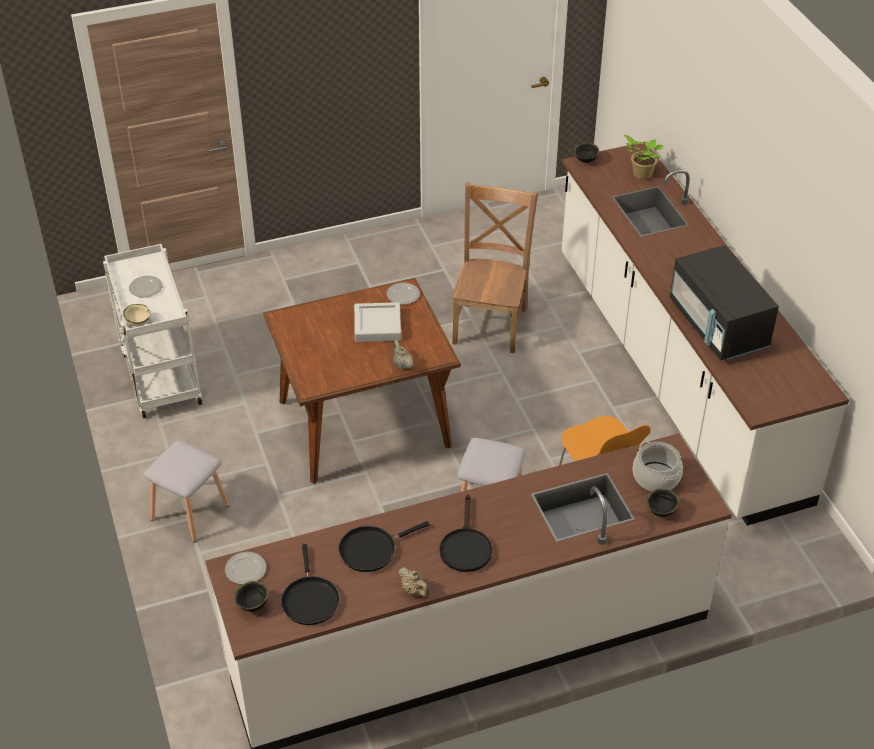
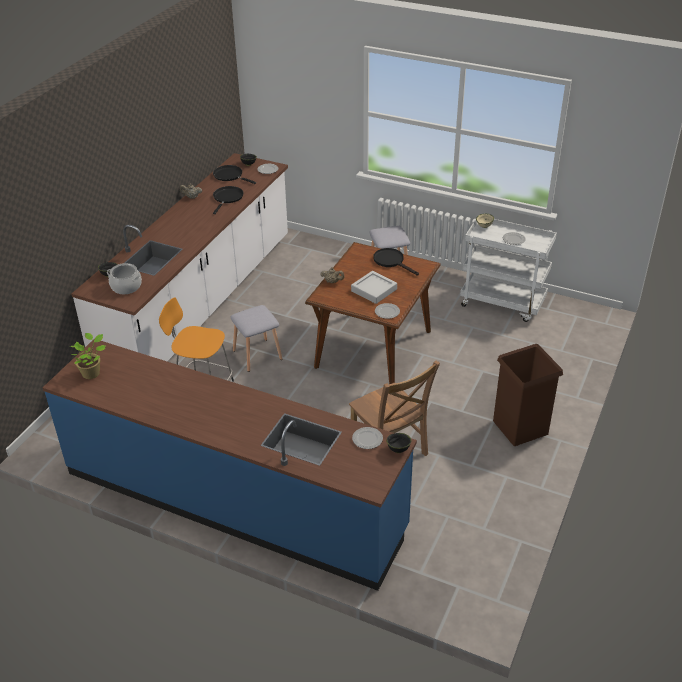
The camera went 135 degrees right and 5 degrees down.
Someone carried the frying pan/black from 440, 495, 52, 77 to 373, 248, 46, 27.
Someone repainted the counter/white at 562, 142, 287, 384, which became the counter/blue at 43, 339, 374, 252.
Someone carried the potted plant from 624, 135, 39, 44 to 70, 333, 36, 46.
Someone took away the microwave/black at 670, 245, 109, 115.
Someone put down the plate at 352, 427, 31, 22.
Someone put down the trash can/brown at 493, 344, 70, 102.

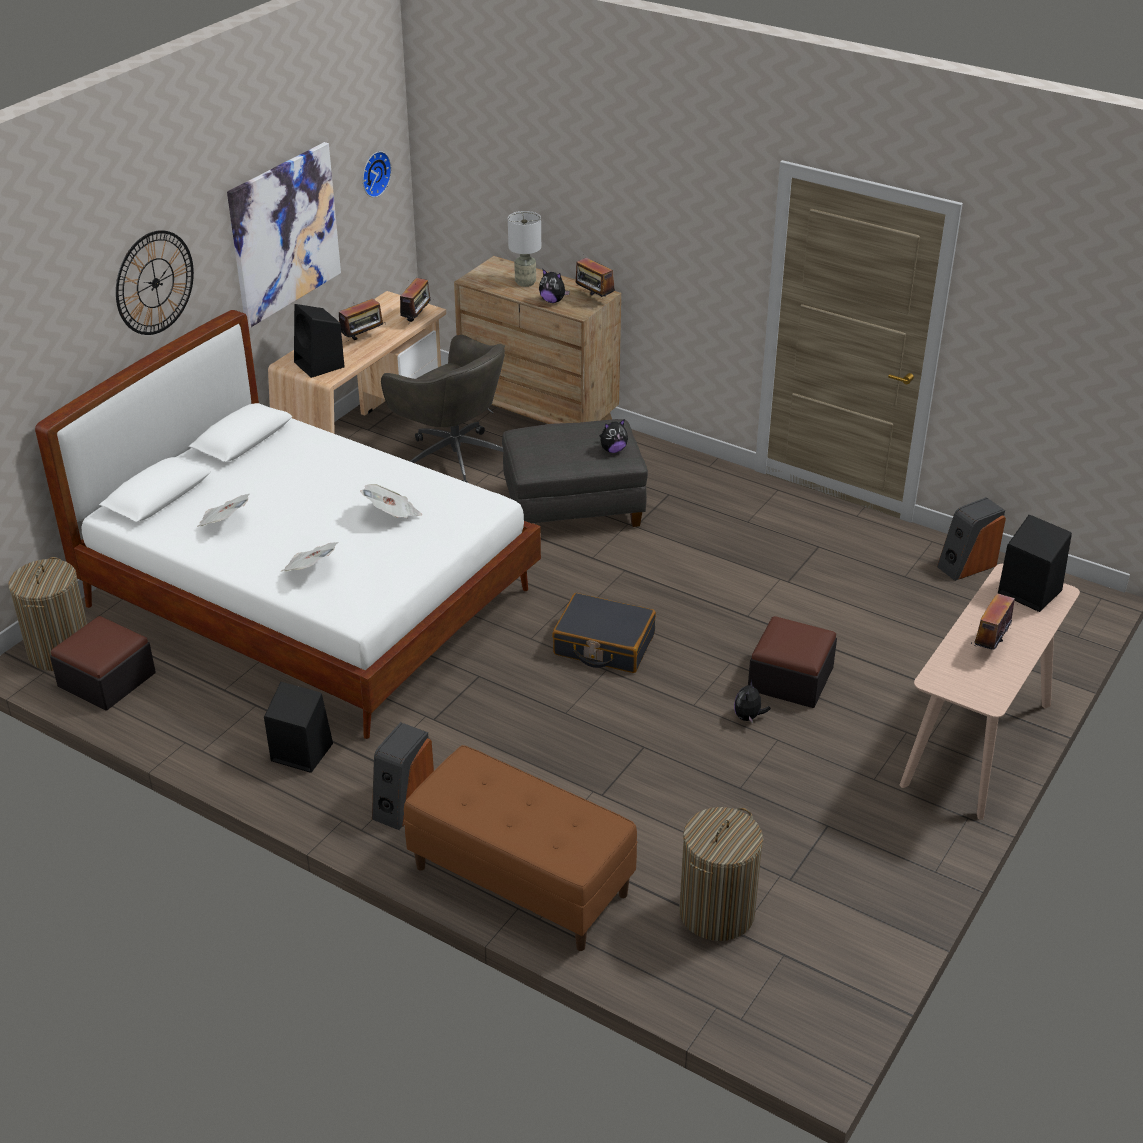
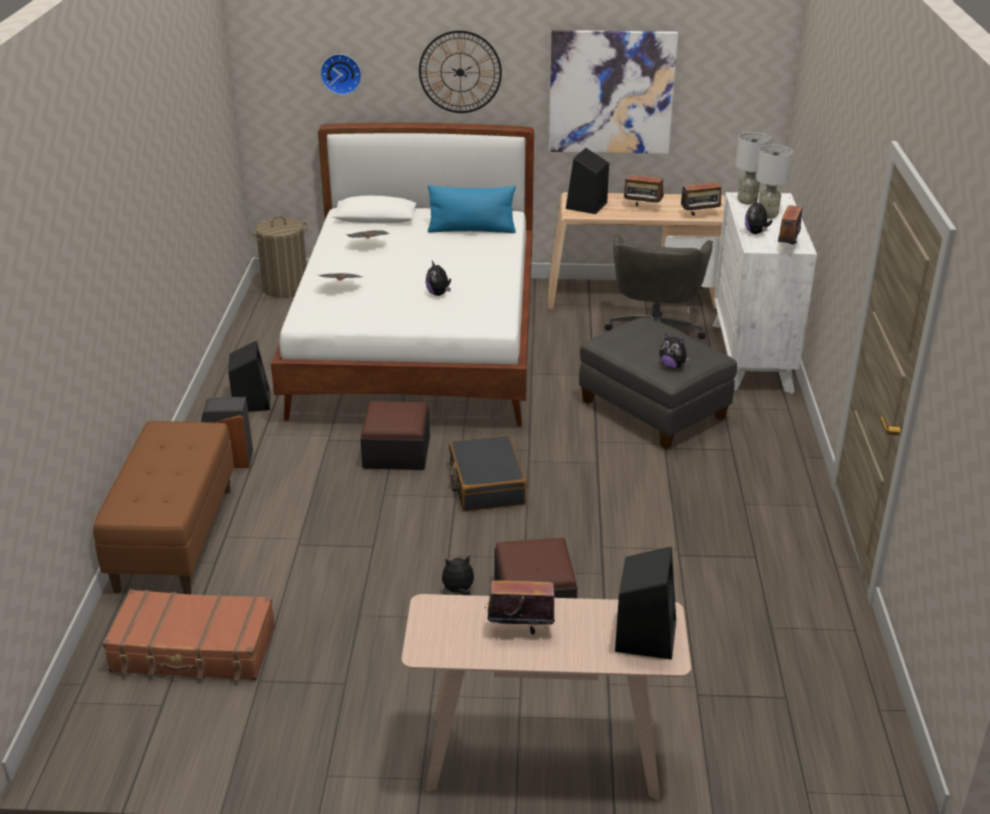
The camera went 60 degrees right and 5 degrees down.
Someone carried the ottoman from 50, 616, 106, 95 to 360, 401, 70, 69.
Someone swapped the newspaper at 360, 484, 62, 34 for the plush toy at 425, 261, 26, 35.
Someone carried the wall clock from 363, 151, 29, 47 to 320, 54, 42, 41.
Someone repainted the dresser/brown at 454, 256, 167, 168, which became the dresser/white at 712, 192, 105, 202.
Someone swapped the laundry basket at 679, 807, 84, 134 for the suitcase/brown at 102, 589, 173, 92.
Someone took away the speaker at 937, 497, 69, 84.
Someone put down the pillow/blue at 428, 185, 88, 48.
Someone put down the table lamp/grey at 736, 132, 35, 73.

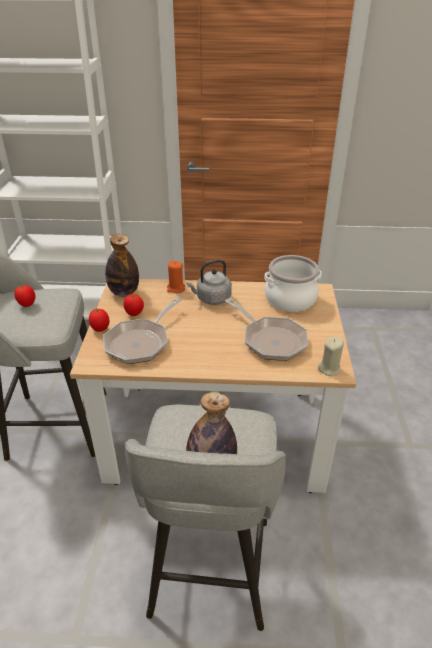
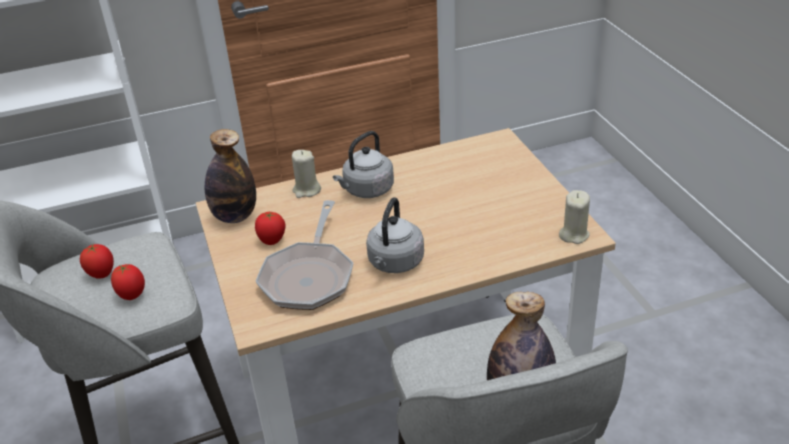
The camera went 20 degrees left and 0 degrees up.
Someone carried the tomato from 89, 309, 21, 23 to 111, 264, 34, 36.
Someone repainted the candle/orange at 167, 261, 18, 32, which became the candle/beige at 292, 150, 29, 48.
Someone took away the frying pan at 225, 298, 83, 63.
Someone took away the cooking pot at 264, 255, 58, 57.
Someone put down the kettle/grey at 366, 197, 58, 76.

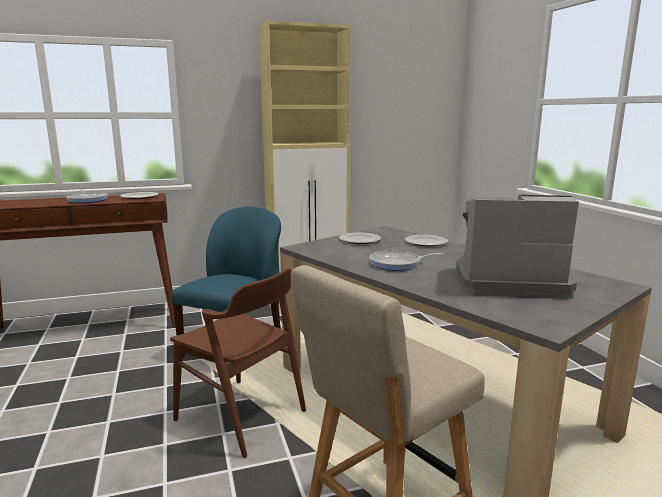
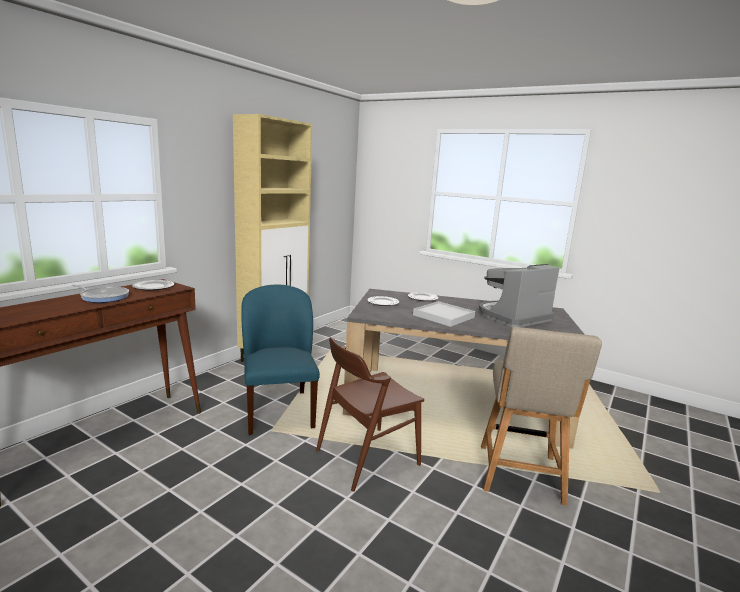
The camera went 40 degrees left and 0 degrees up.
Someone rotated the chair/brown at 170, 268, 136, 190 by 150 degrees clockwise.
Someone swapped the frying pan at 369, 251, 74, 20 for the tray/white at 413, 301, 62, 26.

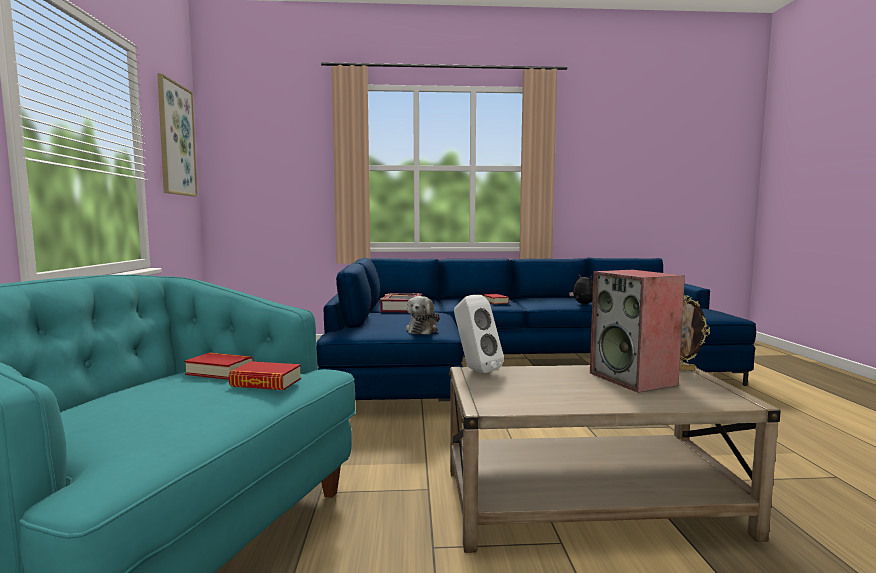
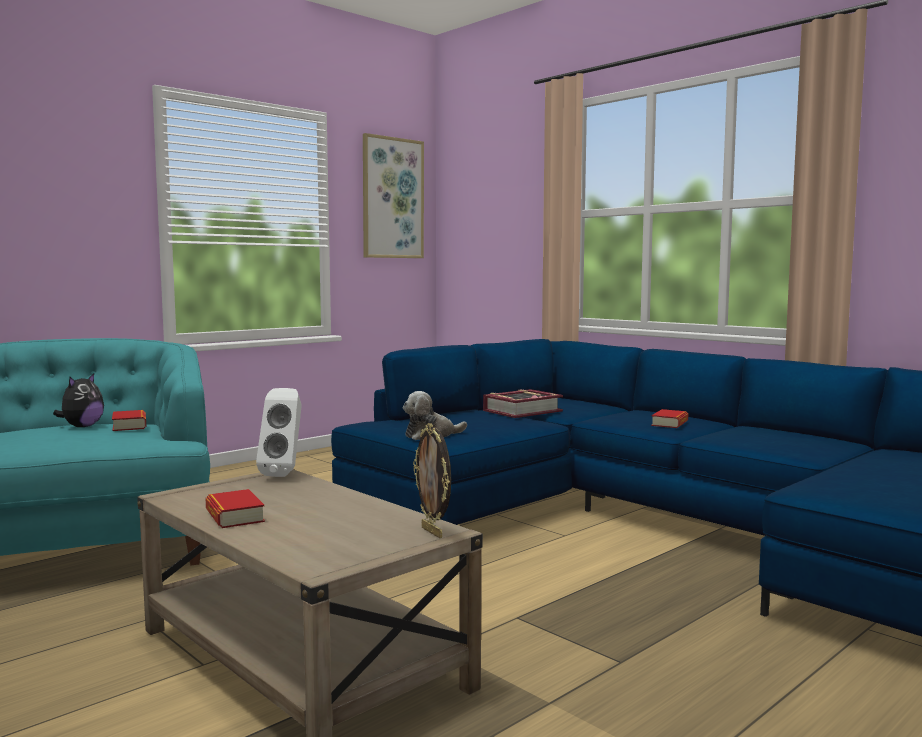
The camera went 50 degrees right and 0 degrees up.
Someone carried the book from 229, 361, 72, 29 to 206, 489, 59, 39.
Someone carried the plush toy from 569, 275, 24, 29 to 53, 373, 51, 54.
Someone took away the speaker at 590, 270, 95, 123.

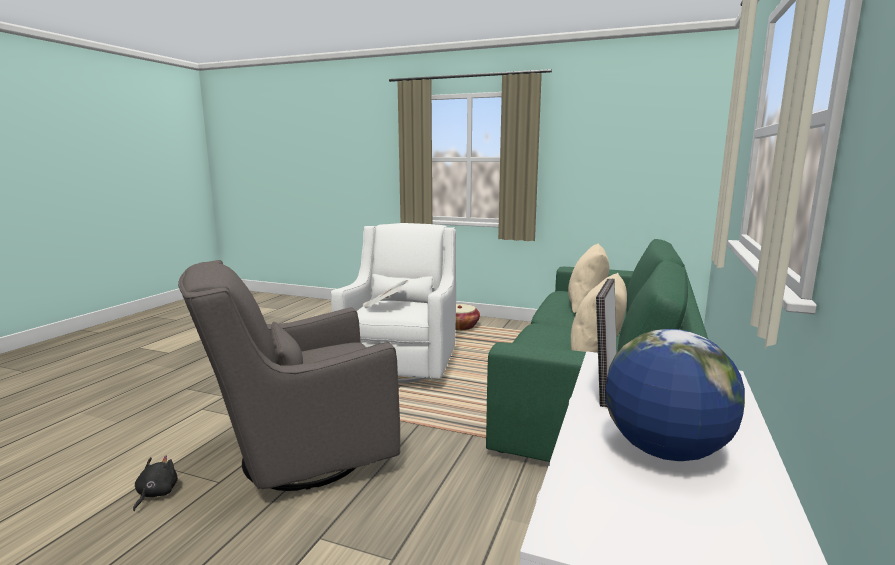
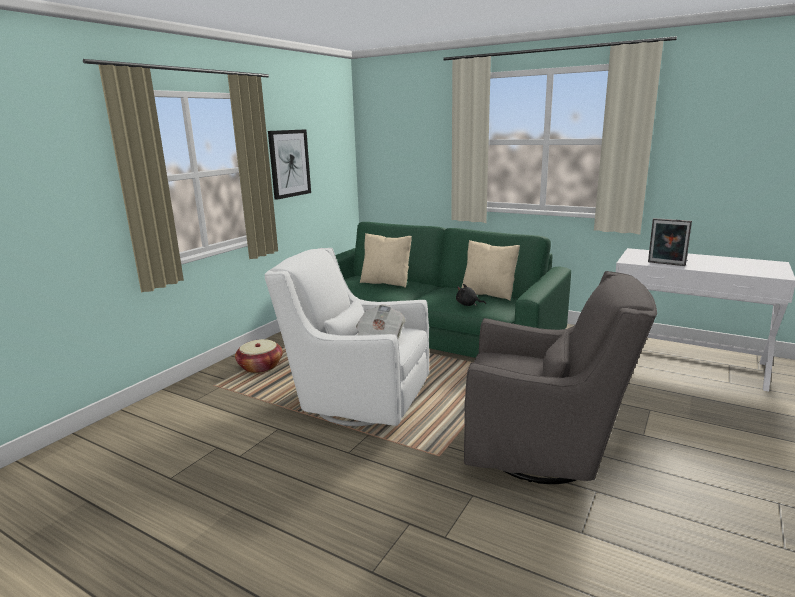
The camera went 80 degrees left and 5 degrees up.
Someone carried the plush toy/black from 133, 456, 45, 55 to 456, 284, 30, 22.
Someone rotated the armchair/grey at 178, 260, 222, 231 by 60 degrees counterclockwise.
Someone took away the globe at 605, 329, 140, 132.
Someone put up the picture at 268, 129, 43, 71.

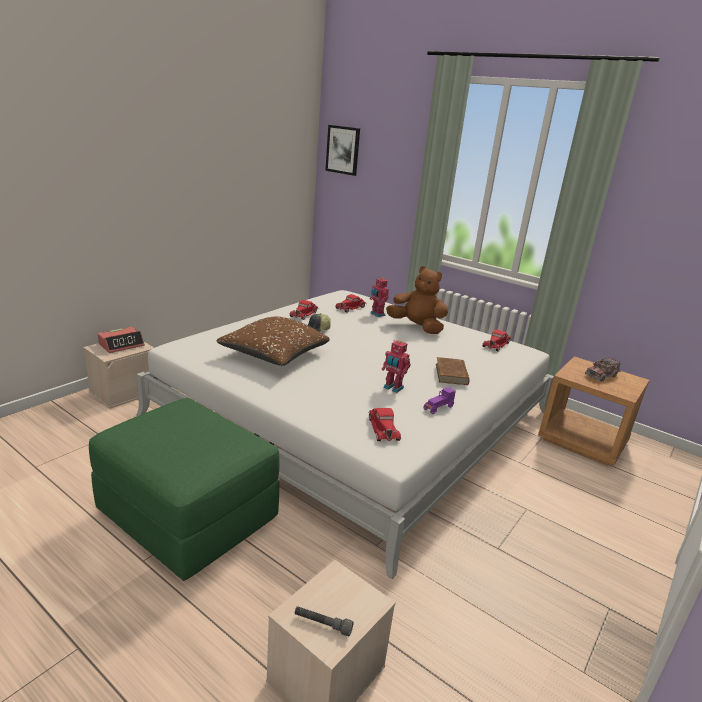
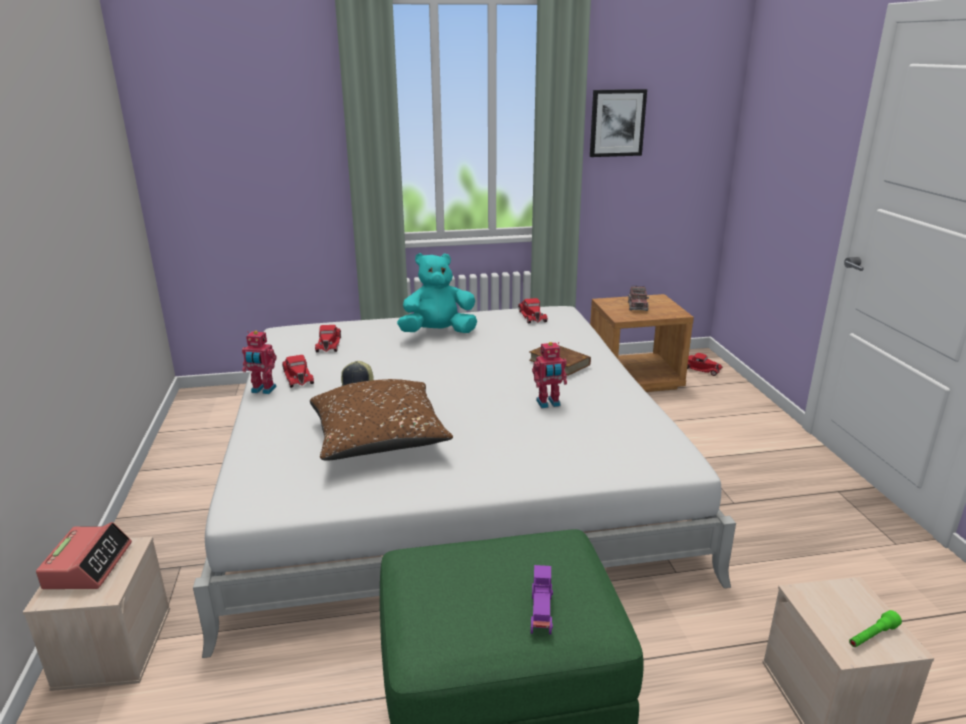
The camera went 45 degrees left and 0 degrees up.
Someone repainted the flashlight/grey at 295, 606, 59, 30, which became the flashlight/green at 849, 610, 53, 37.
Someone carried the picture from 325, 125, 35, 51 to 590, 89, 57, 68.
Someone carried the toy car/red from 368, 408, 33, 33 to 687, 353, 36, 23.
Someone carried the toy robot from 370, 278, 19, 39 to 242, 331, 35, 63.
Someone repainted the plush toy/brown at 386, 266, 62, 68, which became the plush toy/turquoise at 397, 253, 80, 80.
Someone carried the toy car/purple from 423, 387, 33, 27 to 531, 565, 22, 69.

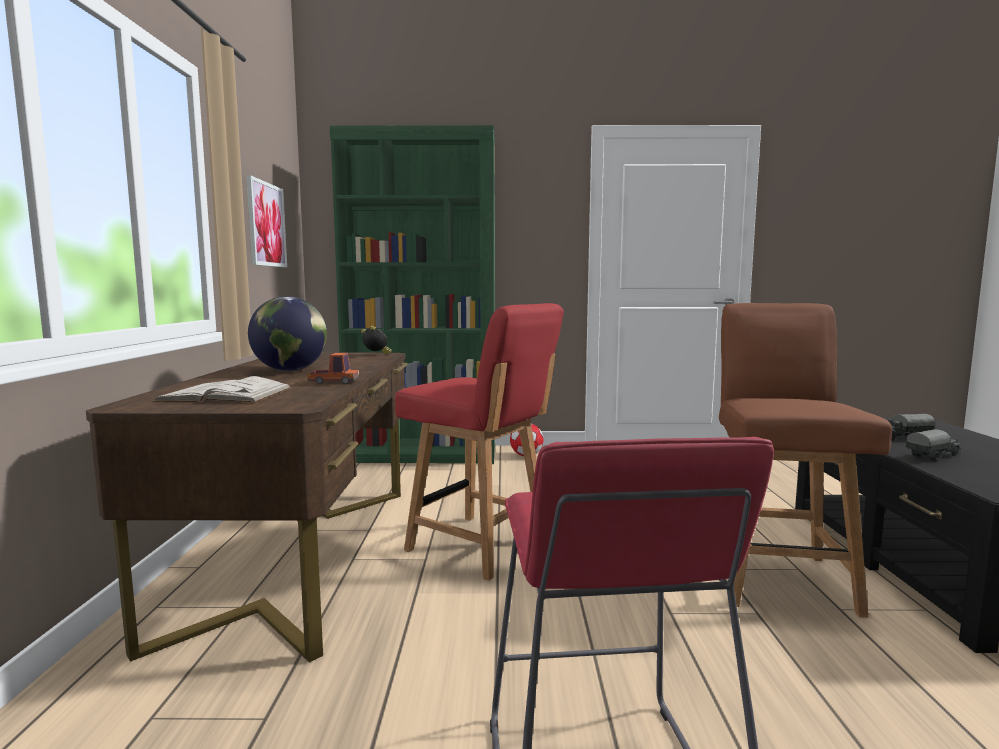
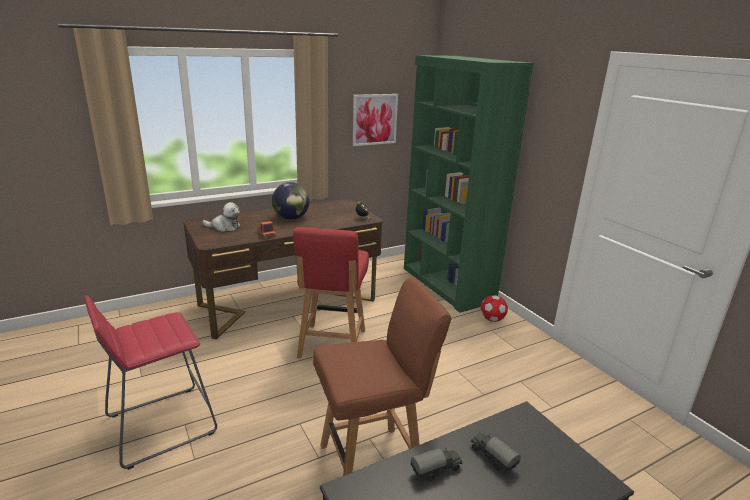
The camera went 60 degrees right and 15 degrees up.
Someone swapped the book/white at 153, 376, 139, 26 for the plush toy at 202, 202, 38, 30.
Someone rotated the toy truck at 906, 429, 55, 32 by 60 degrees counterclockwise.

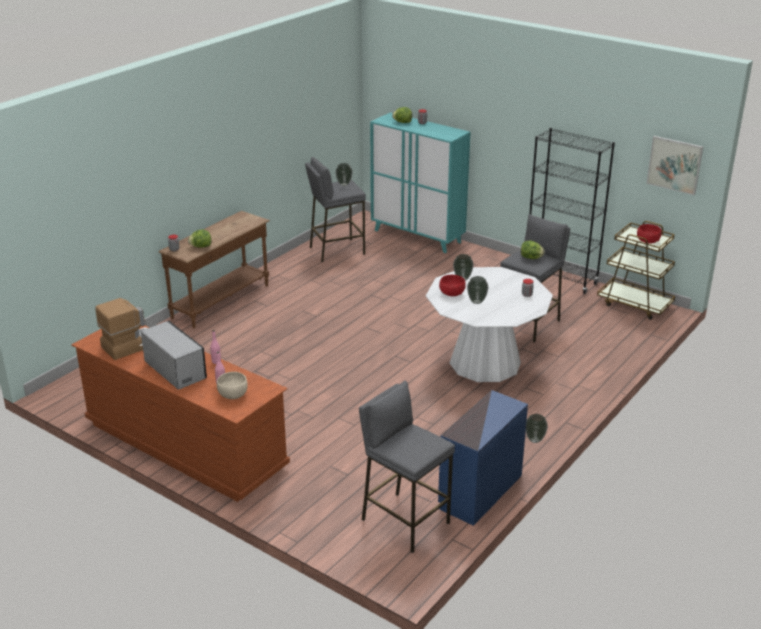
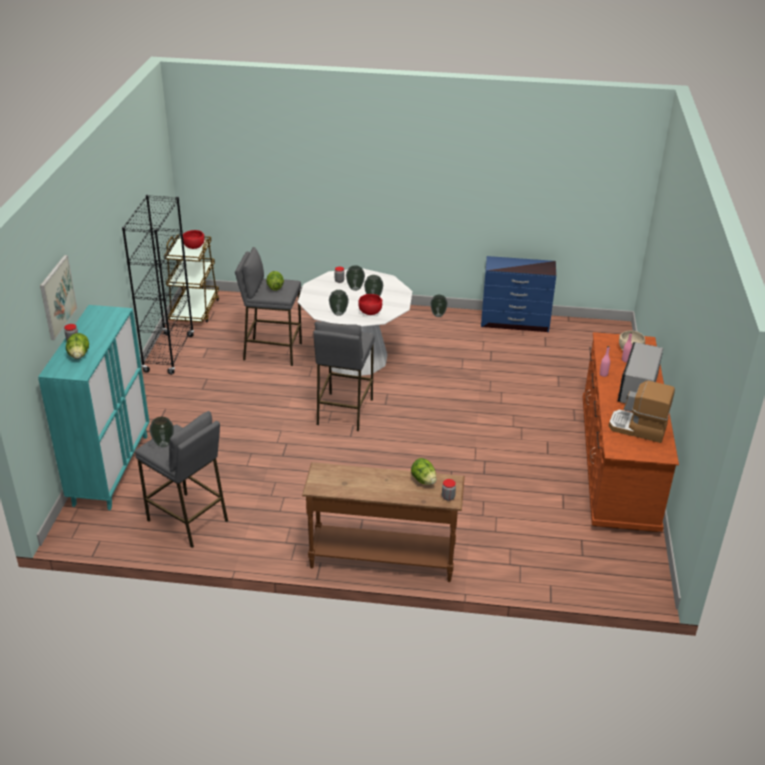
The camera went 120 degrees left and 5 degrees up.
Someone carried the stool/grey from 359, 381, 96, 172 to 313, 321, 62, 110.
Someone carried the picture from 646, 136, 57, 59 to 40, 255, 37, 85.
Someone put down the vase at 346, 265, 19, 26.

